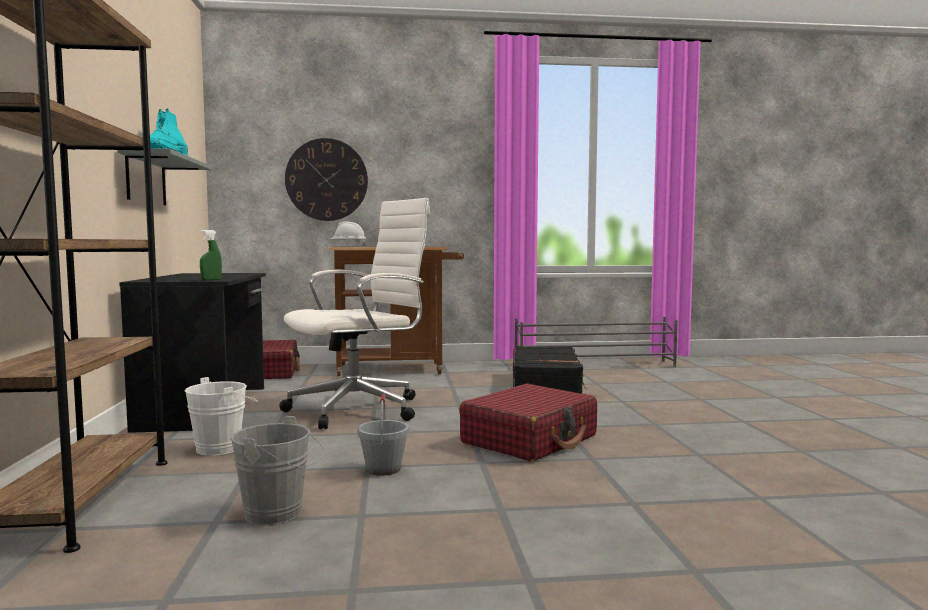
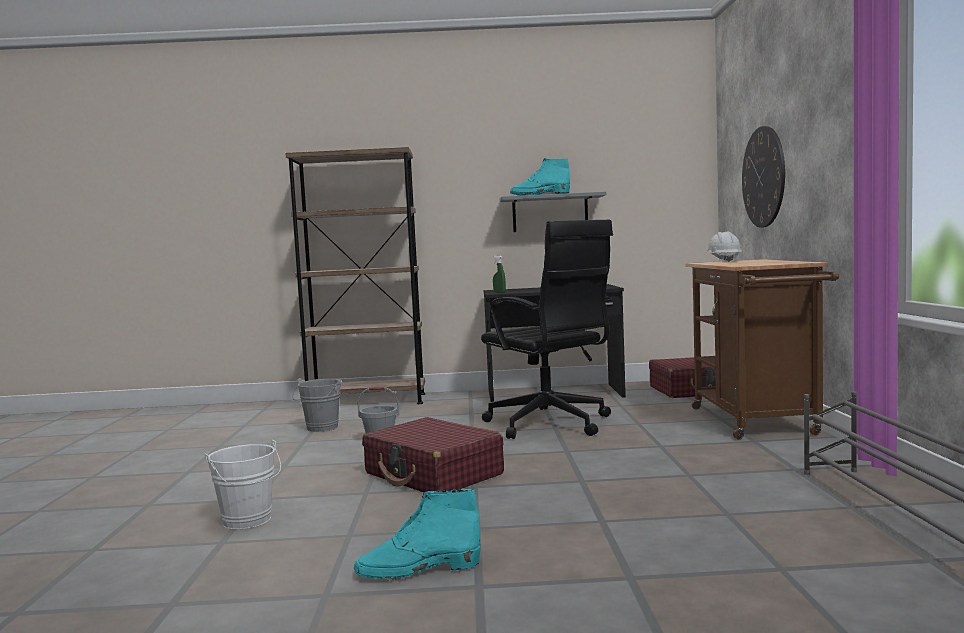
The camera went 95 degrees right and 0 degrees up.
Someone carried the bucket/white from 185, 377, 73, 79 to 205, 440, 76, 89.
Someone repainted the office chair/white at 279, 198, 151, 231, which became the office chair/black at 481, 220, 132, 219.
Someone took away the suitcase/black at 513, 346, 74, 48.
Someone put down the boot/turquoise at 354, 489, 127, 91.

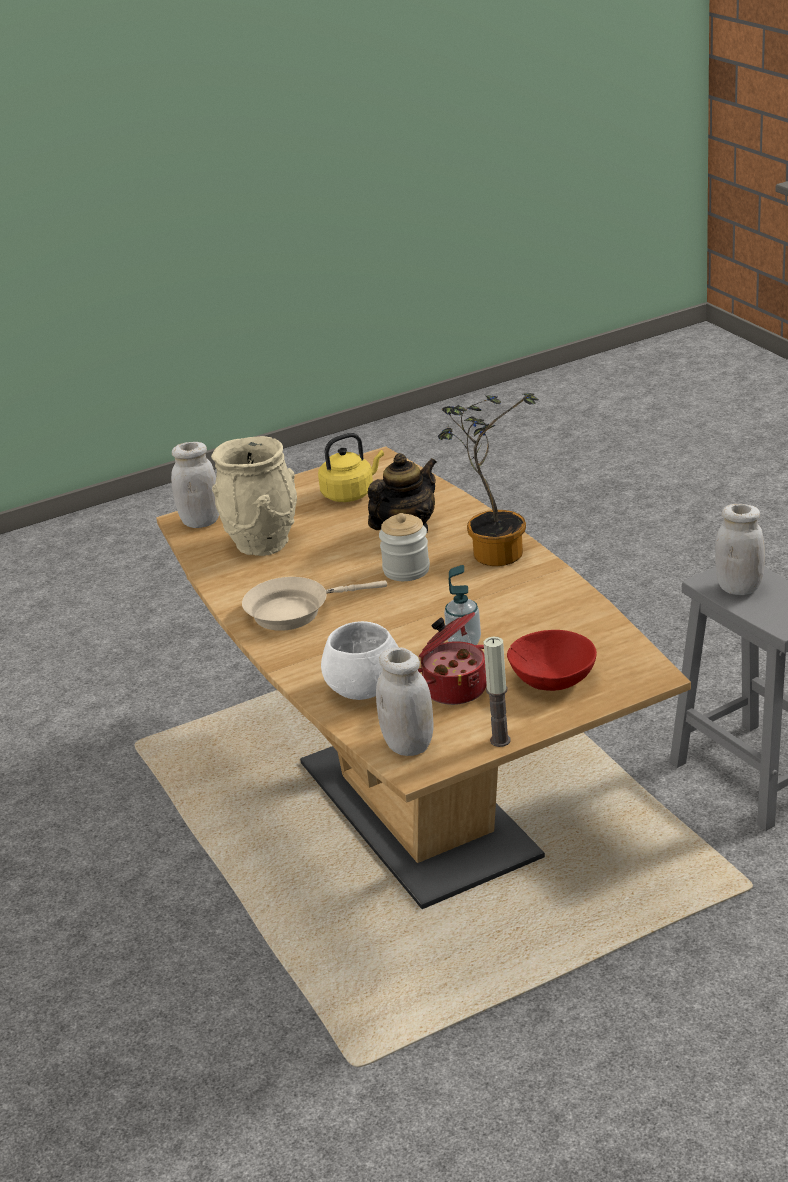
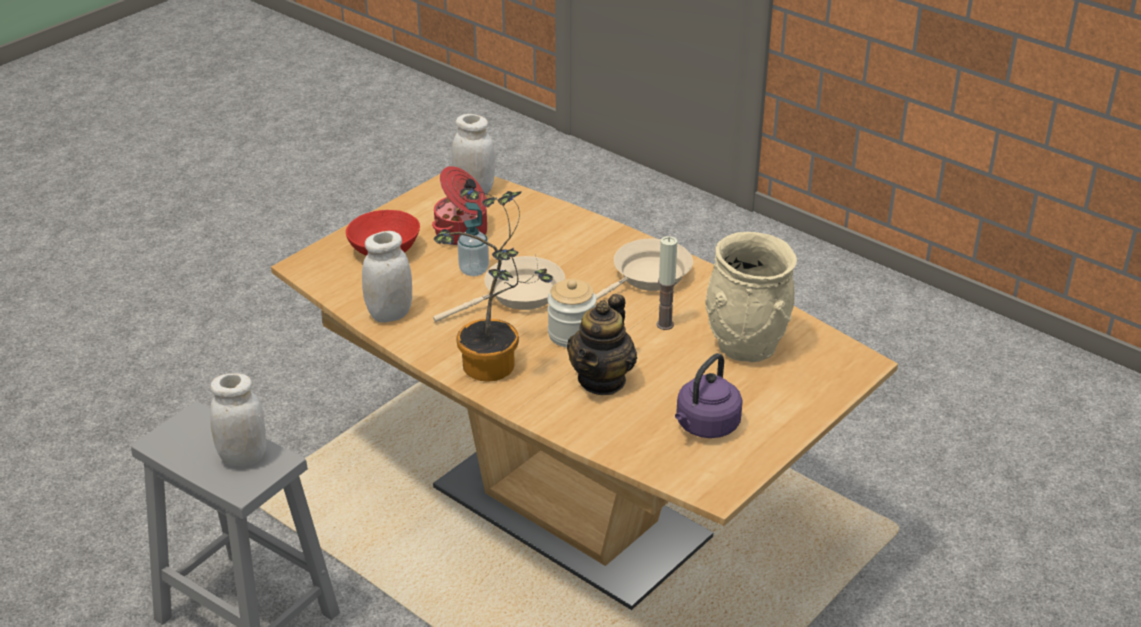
The camera went 155 degrees right and 5 degrees up.
Someone carried the jar/white from 171, 442, 48, 86 to 362, 231, 50, 91.
Someone repainted the kettle/yellow at 318, 433, 66, 69, which became the kettle/purple at 675, 353, 68, 85.
Someone took away the bowl/white at 321, 621, 77, 79.
Someone carried the candle from 484, 637, 27, 110 to 656, 236, 21, 94.
Someone put down the frying pan/beige at 433, 256, 132, 66.

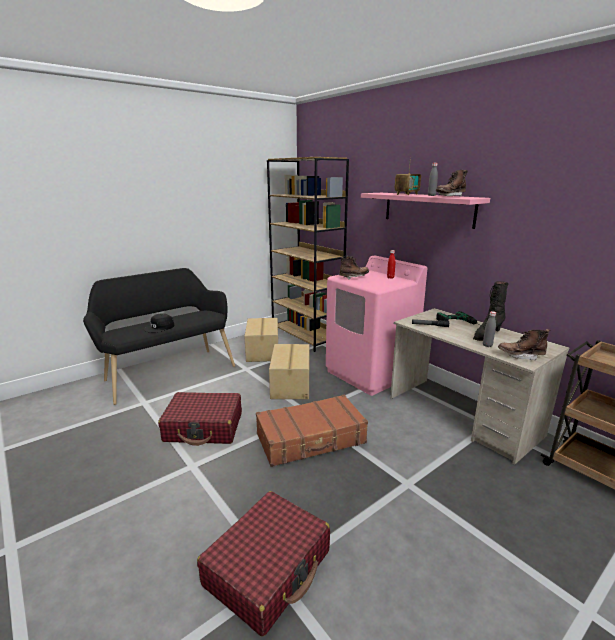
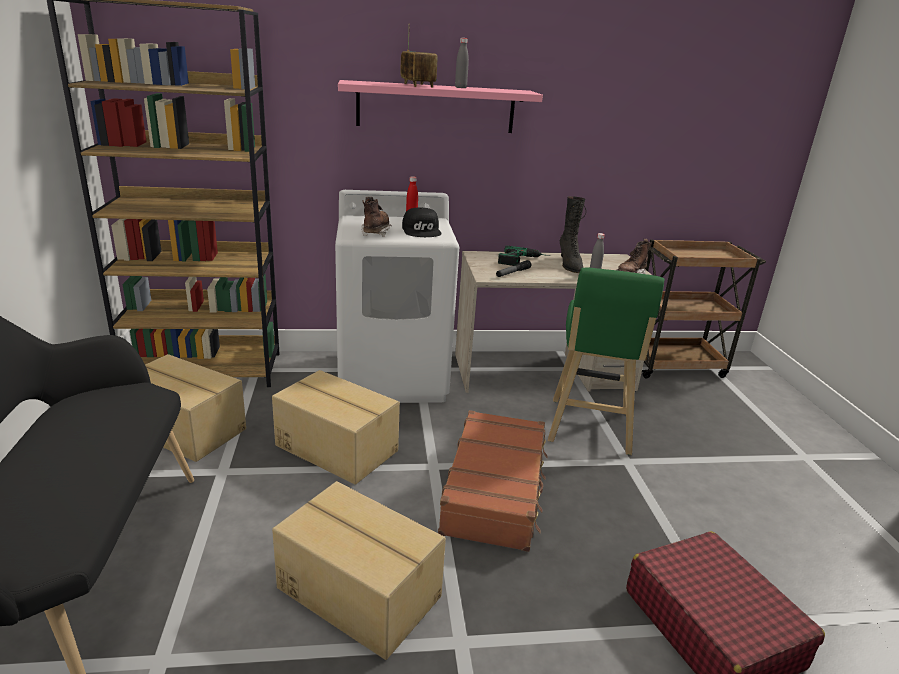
The camera went 60 degrees left and 5 degrees up.
Someone carried the cap/black from 144, 313, 31, 20 to 402, 208, 40, 29.
Someone swapped the suitcase/red at 158, 392, 84, 54 for the cardboard box at 272, 481, 174, 179.
Someone repainted the washing machine/pink at 326, 255, 101, 141, which became the washing machine/white at 335, 190, 124, 213.
Someone took away the boot/brown at 436, 170, 32, 27.
Someone put down the stool/green at 548, 267, 117, 188.

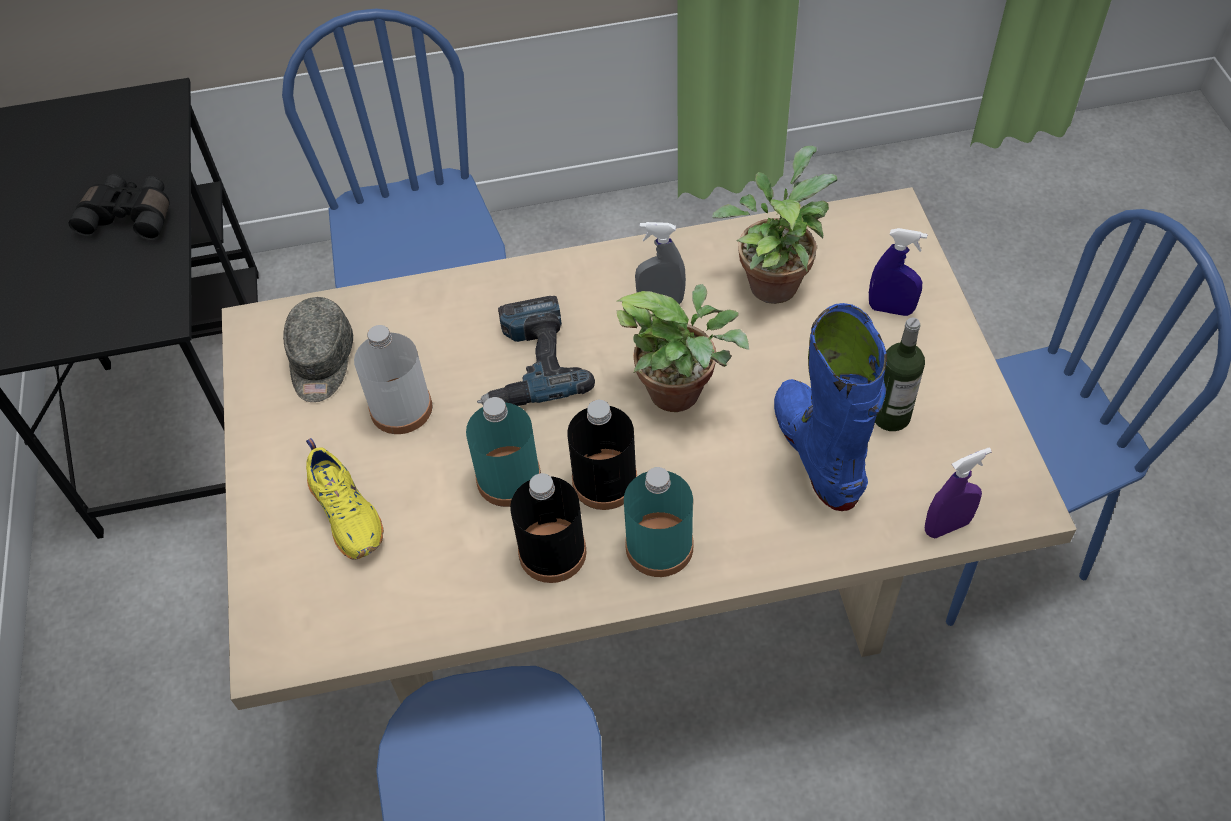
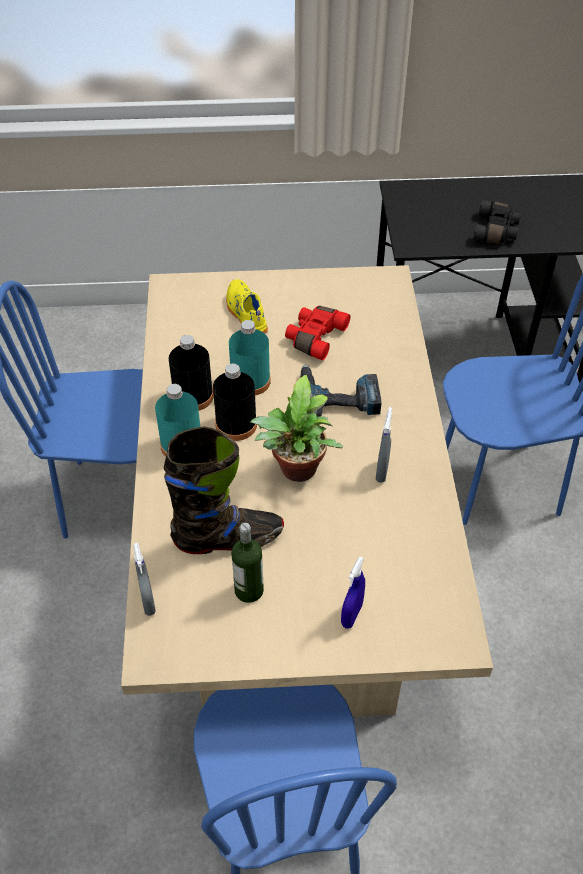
The camera went 95 degrees right and 5 degrees down.
Someone took away the cap/grey at 283, 297, 70, 105.
Someone rotated the shoe/yellow at 306, 438, 78, 122 by 90 degrees clockwise.
Someone swapped the bottle/white at 354, 325, 79, 109 for the binoculars/red at 285, 306, 65, 54.
Someone took away the potted plant at 712, 146, 125, 158.
Someone repainted the boot/blue at 774, 303, 113, 208, which became the boot/black at 164, 426, 120, 128.
Someone repainted the spray bottle/purple at 925, 448, 67, 90, which became the spray bottle/grey at 133, 543, 23, 73.

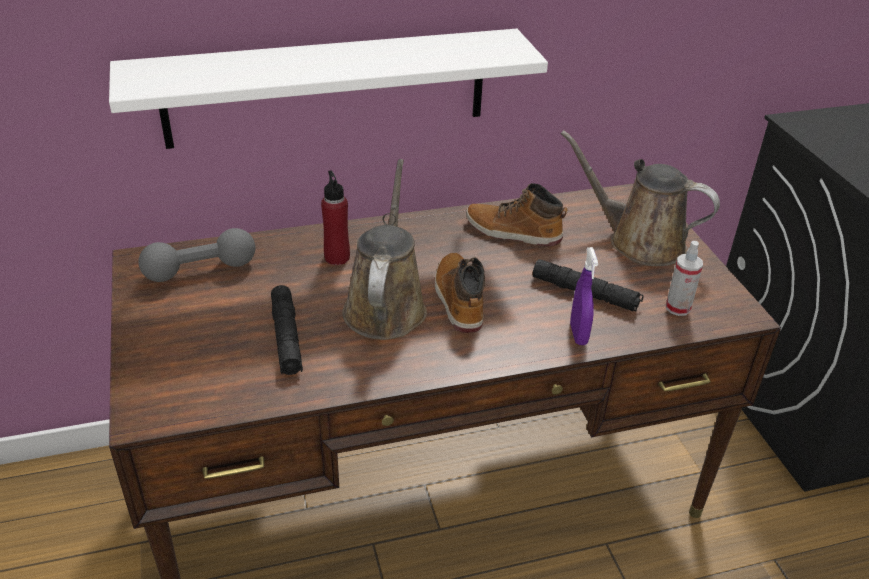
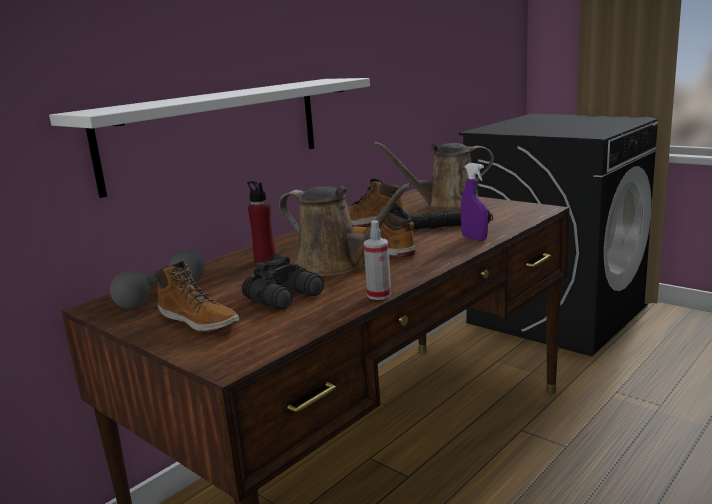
The camera went 30 degrees left and 20 degrees down.
Someone swapped the flashlight/black at 271, 285, 32, 90 for the binoculars/black at 242, 254, 82, 55.
Someone rotated the watering can/brown at 342, 159, 85, 181 by 150 degrees clockwise.
Someone carried the spray bottle from 666, 241, 37, 75 to 364, 220, 27, 80.
Someone put down the boot at 155, 261, 84, 71.

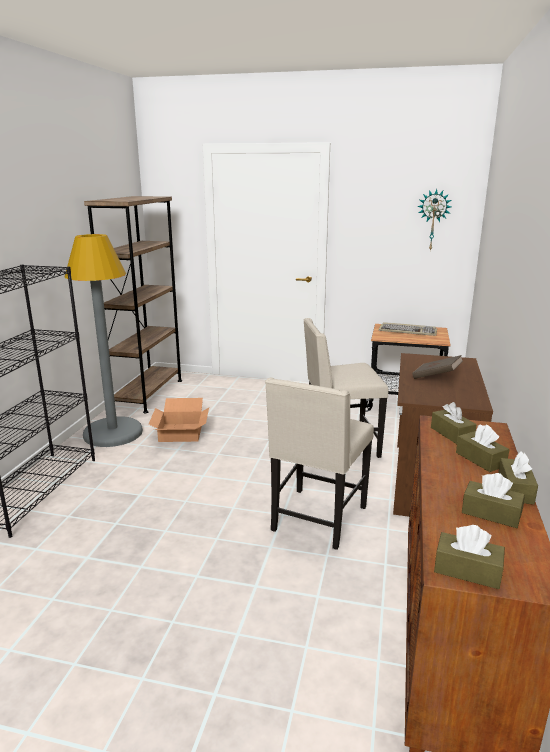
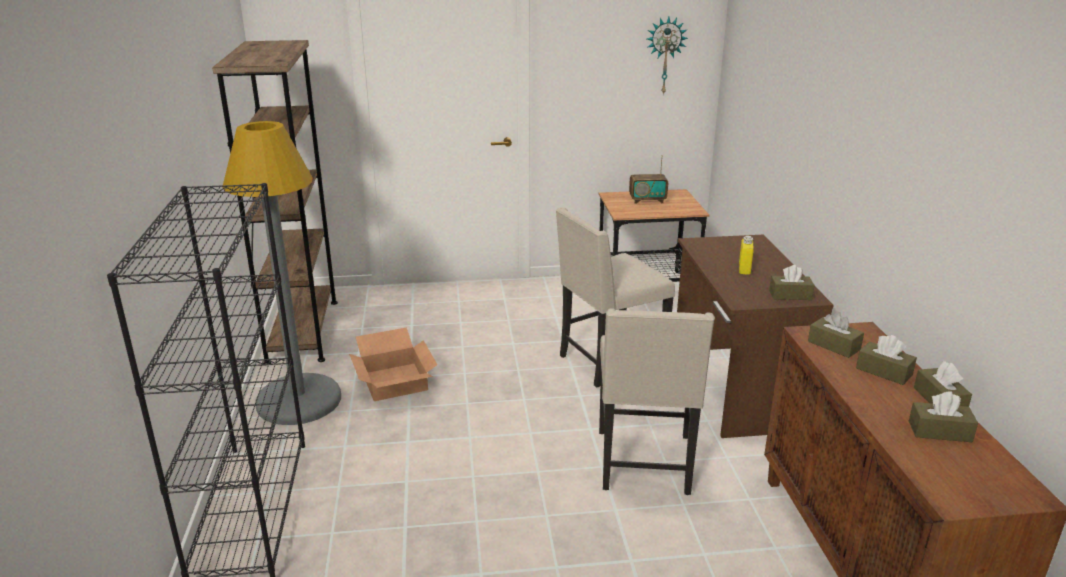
The camera went 20 degrees left and 5 degrees up.
Someone swapped the keyboard at 379, 322, 58, 14 for the radio at 629, 155, 39, 49.
Someone swapped the book/brown at 412, 355, 51, 24 for the bottle/yellow at 739, 236, 15, 39.
Someone carried the tissue box/brown from 434, 525, 71, 64 to 769, 265, 46, 35.

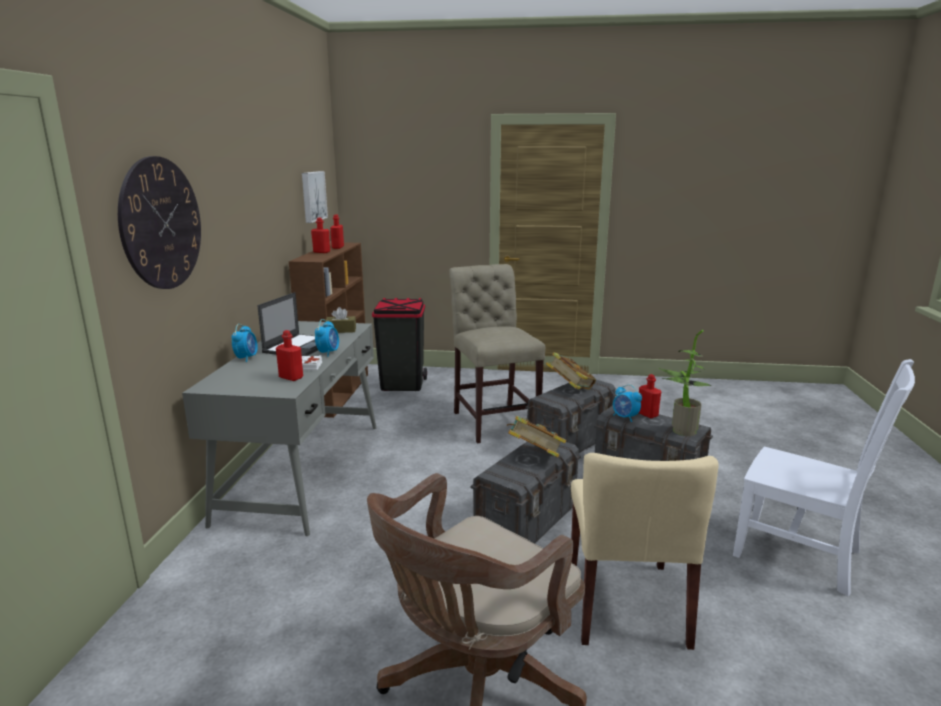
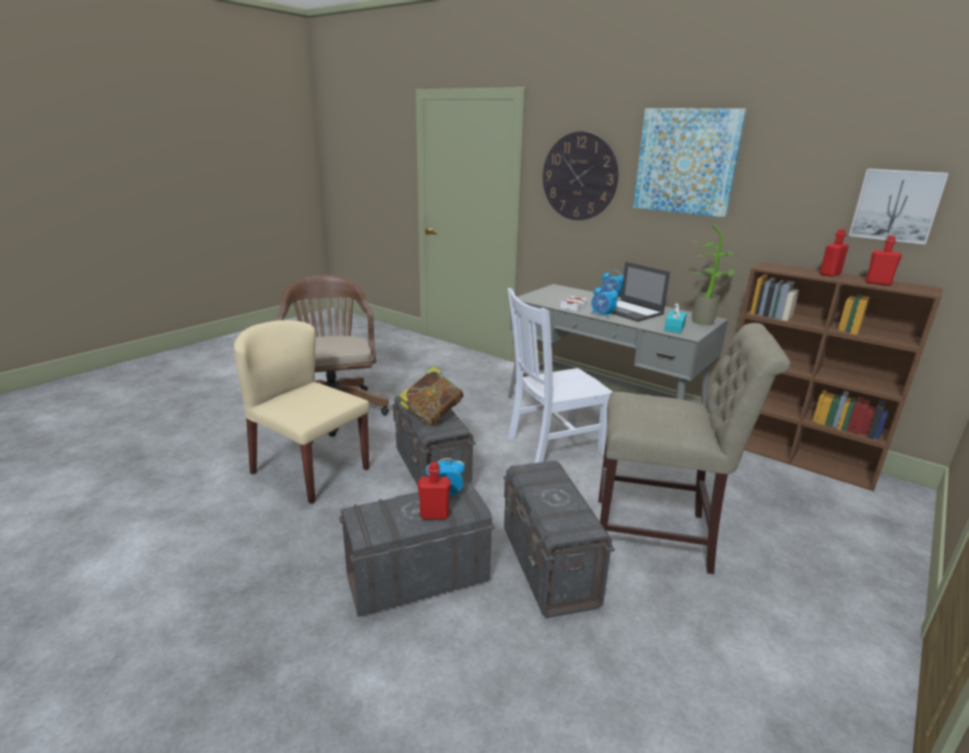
The camera went 120 degrees right and 5 degrees up.
Someone took away the bottle/red at 276, 330, 27, 51.
Someone repainted the tissue box/brown at 325, 307, 31, 26, which became the tissue box/turquoise at 664, 303, 23, 30.
Someone took away the trash can/black at 372, 298, 55, 93.
Someone took away the book at 546, 352, 50, 38.
Someone carried the potted plant from 659, 329, 52, 107 to 686, 225, 52, 100.
Someone carried the chair/white from 733, 359, 182, 237 to 507, 288, 105, 175.
Someone put up the picture at 633, 108, 114, 109.

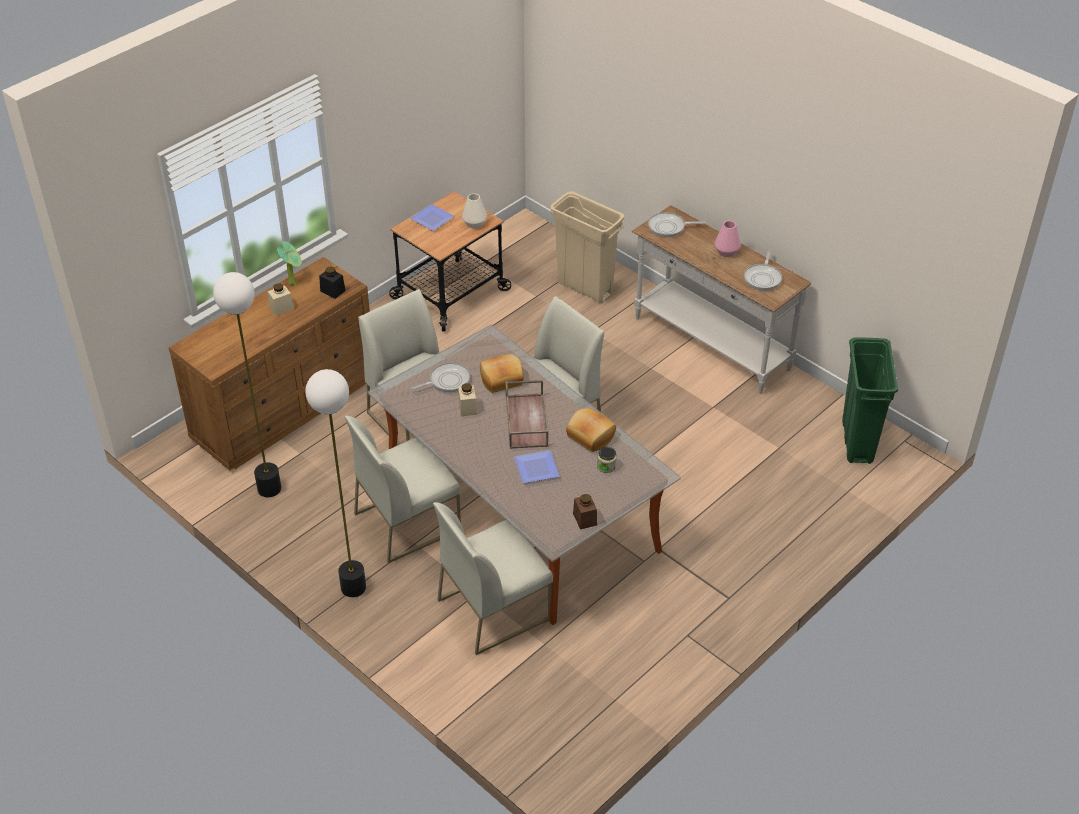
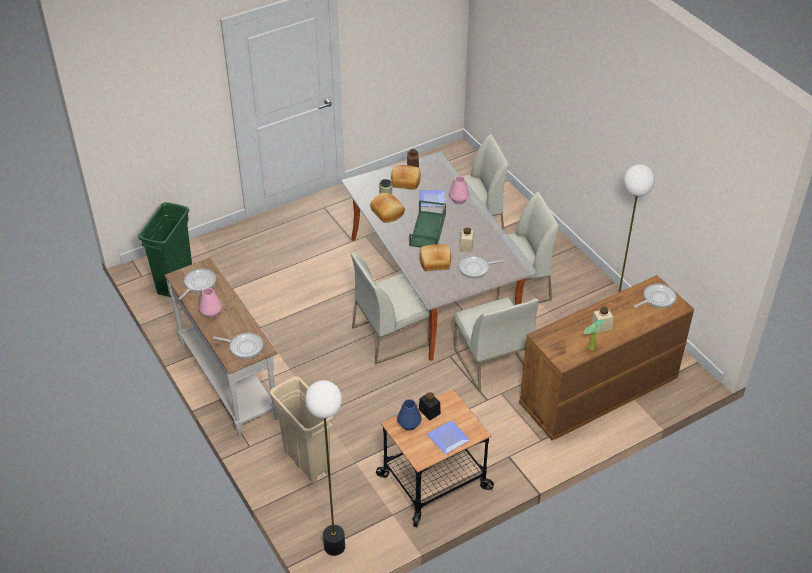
The camera went 165 degrees left and 0 degrees up.
Someone carried the floor lamp from 305, 369, 61, 228 to 305, 380, 40, 176.
Someone carried the jar/black from 319, 266, 26, 33 to 419, 392, 22, 28.
Someone repainted the vase/white at 462, 193, 25, 35, which became the vase/blue at 397, 399, 25, 32.
Someone repainted the tray/brown at 506, 380, 42, 69, which became the tray/green at 409, 200, 37, 47.
Someone put down the bread at 391, 165, 30, 25.
Someone put down the vase/pink at 449, 176, 21, 28.
Someone put down the frying pan at 634, 284, 43, 24.

